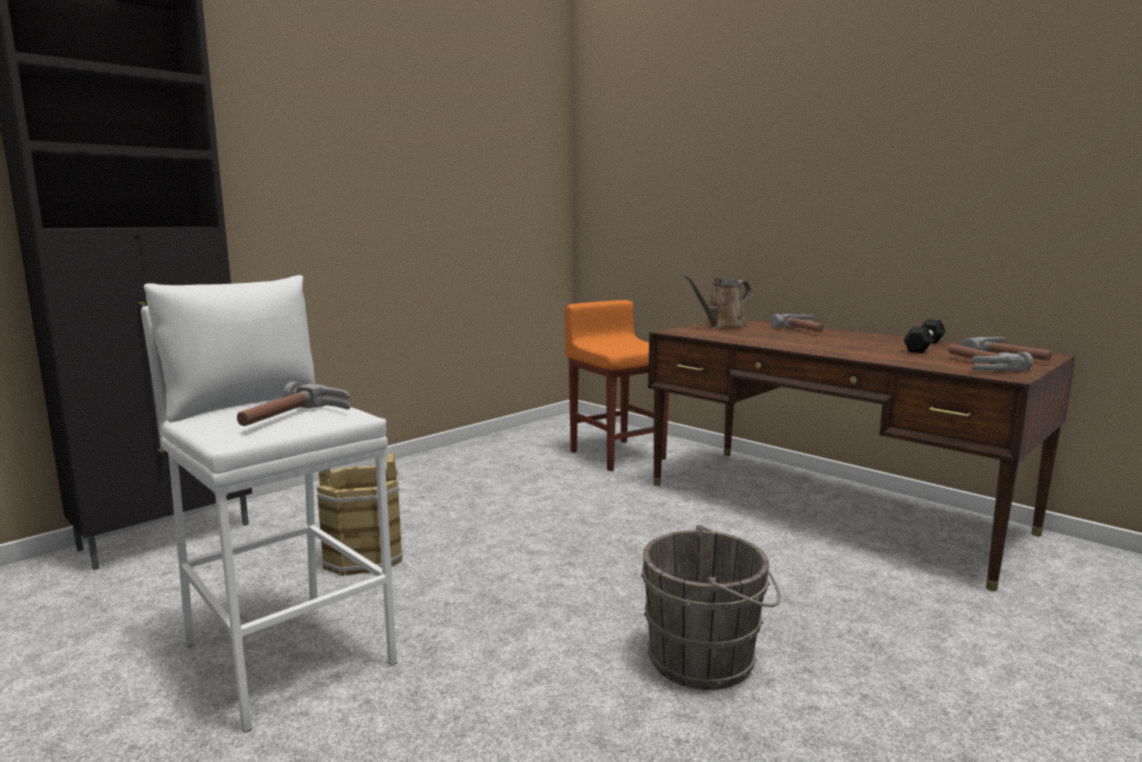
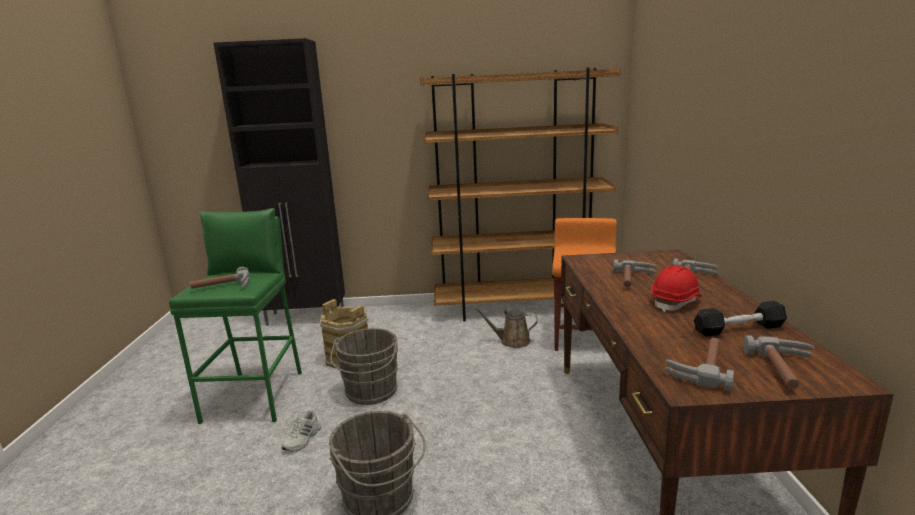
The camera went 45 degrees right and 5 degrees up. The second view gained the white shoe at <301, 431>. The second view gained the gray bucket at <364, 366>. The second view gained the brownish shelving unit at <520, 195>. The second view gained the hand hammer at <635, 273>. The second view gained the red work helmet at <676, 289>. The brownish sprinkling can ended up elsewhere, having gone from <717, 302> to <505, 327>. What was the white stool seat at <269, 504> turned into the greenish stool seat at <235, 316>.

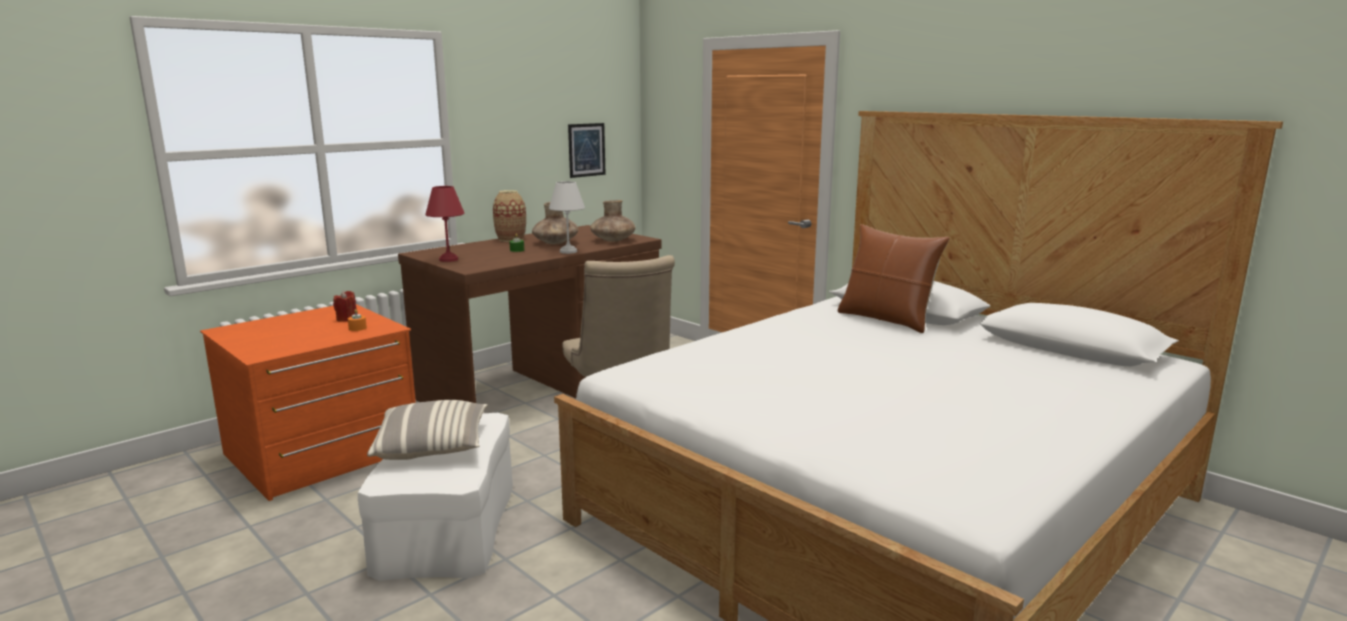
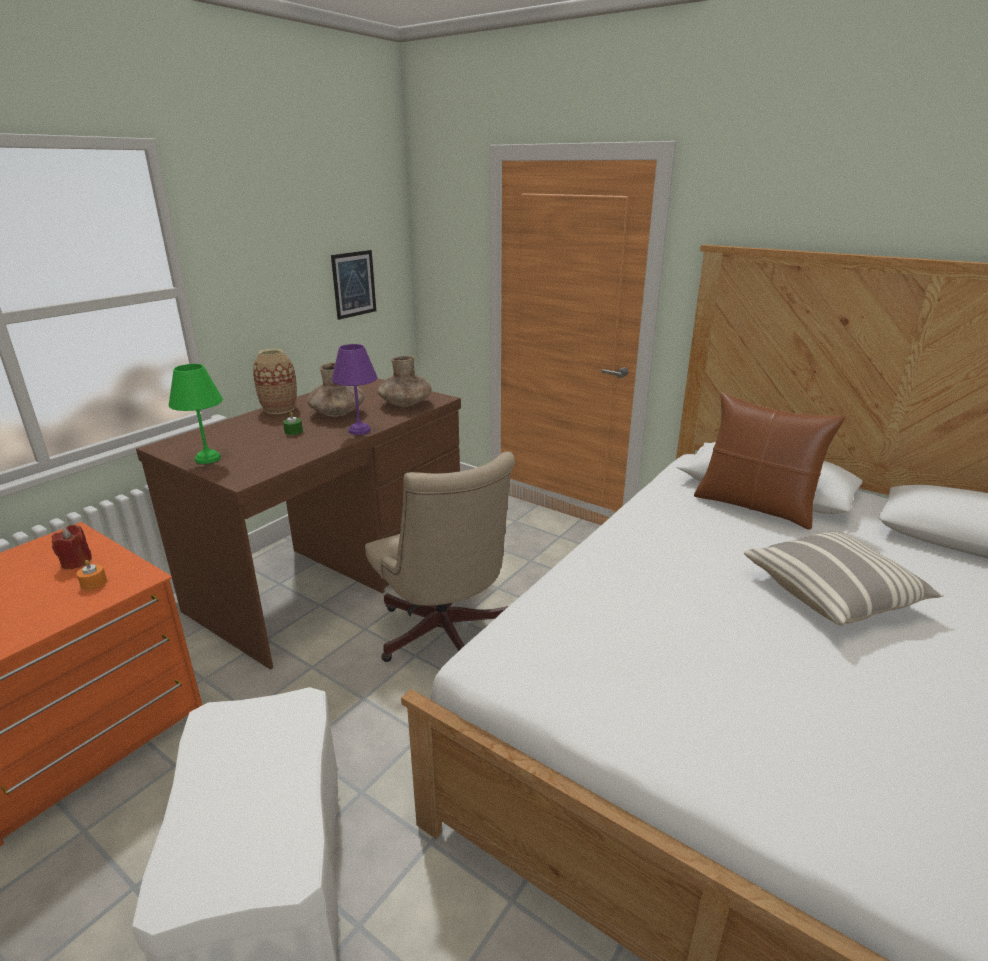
The camera went 10 degrees left and 10 degrees up. The throw pillow ended up elsewhere, having gone from <427, 430> to <844, 578>. What was the red lamp for a table at <445, 224> turned into the greenish lamp for a table at <196, 414>. What was the white lamp for a table at <567, 217> turned into the purplish lamp for a table at <355, 389>.

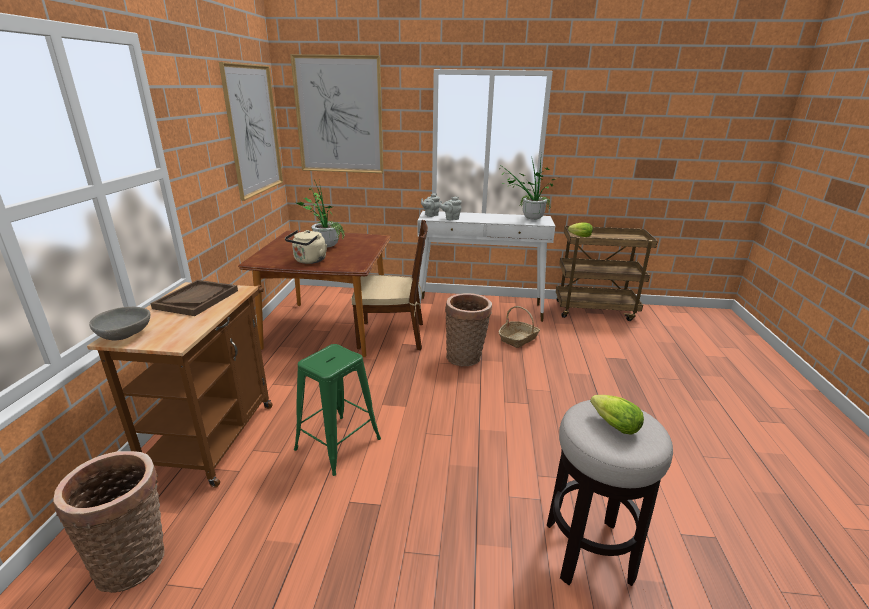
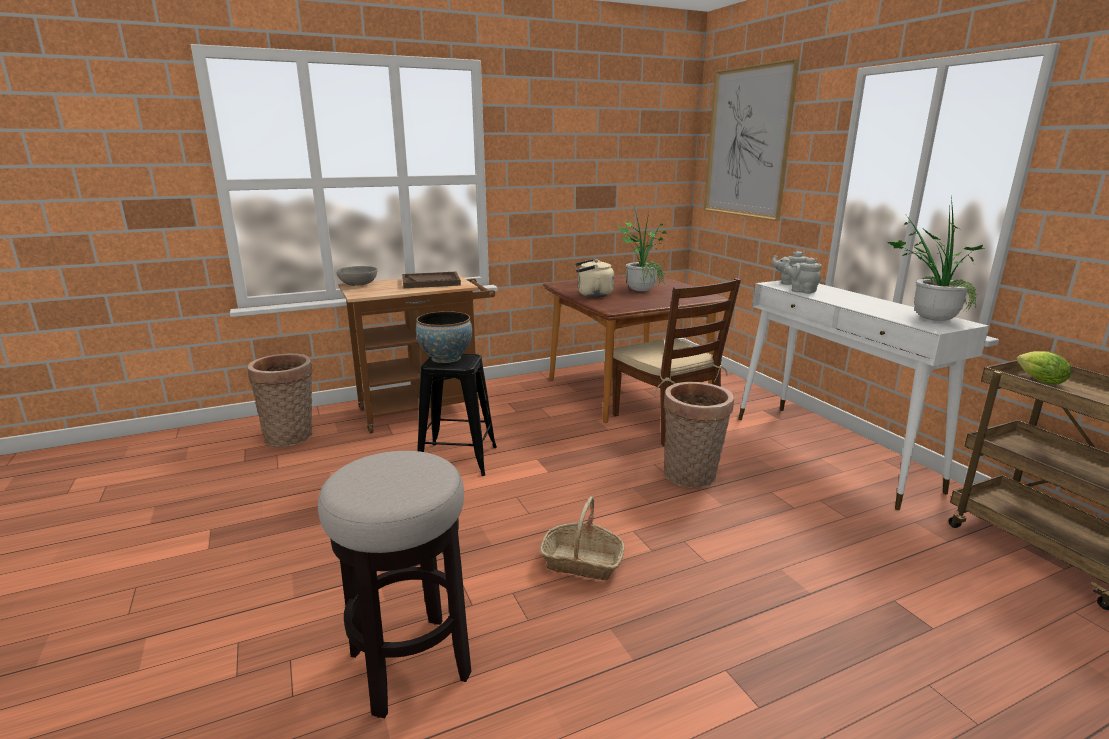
The camera went 60 degrees right and 5 degrees down. The second view lost the picture at <251, 131>. The second view lost the lettuce head at <617, 415>. The second view gained the bowl at <444, 337>. The basket ended up elsewhere, having gone from <519, 327> to <582, 538>. What was the greenish stool seat at <337, 410> turned into the black stool seat at <457, 415>.

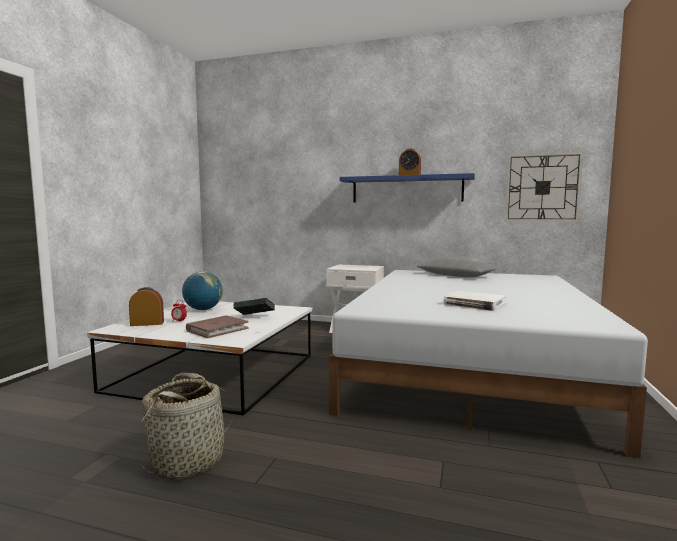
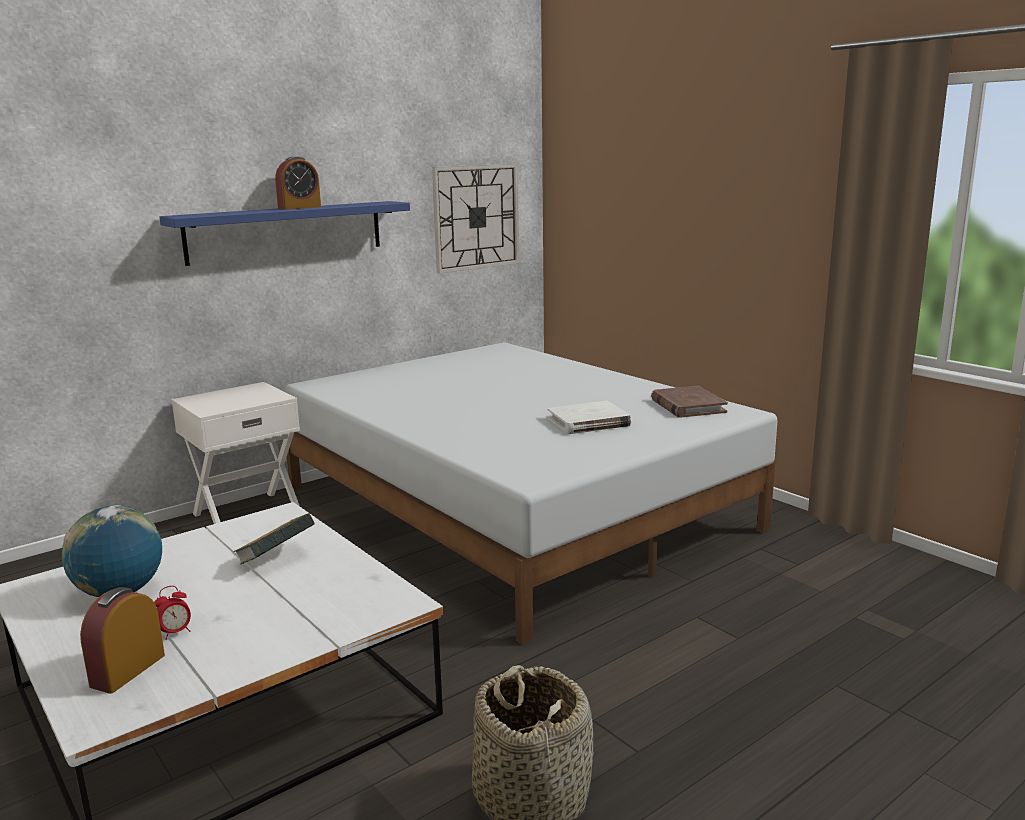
The camera went 55 degrees left and 10 degrees up. The second view lost the gray throw pillow at <456, 268>. The brownish volume ended up elsewhere, having gone from <217, 327> to <689, 402>.

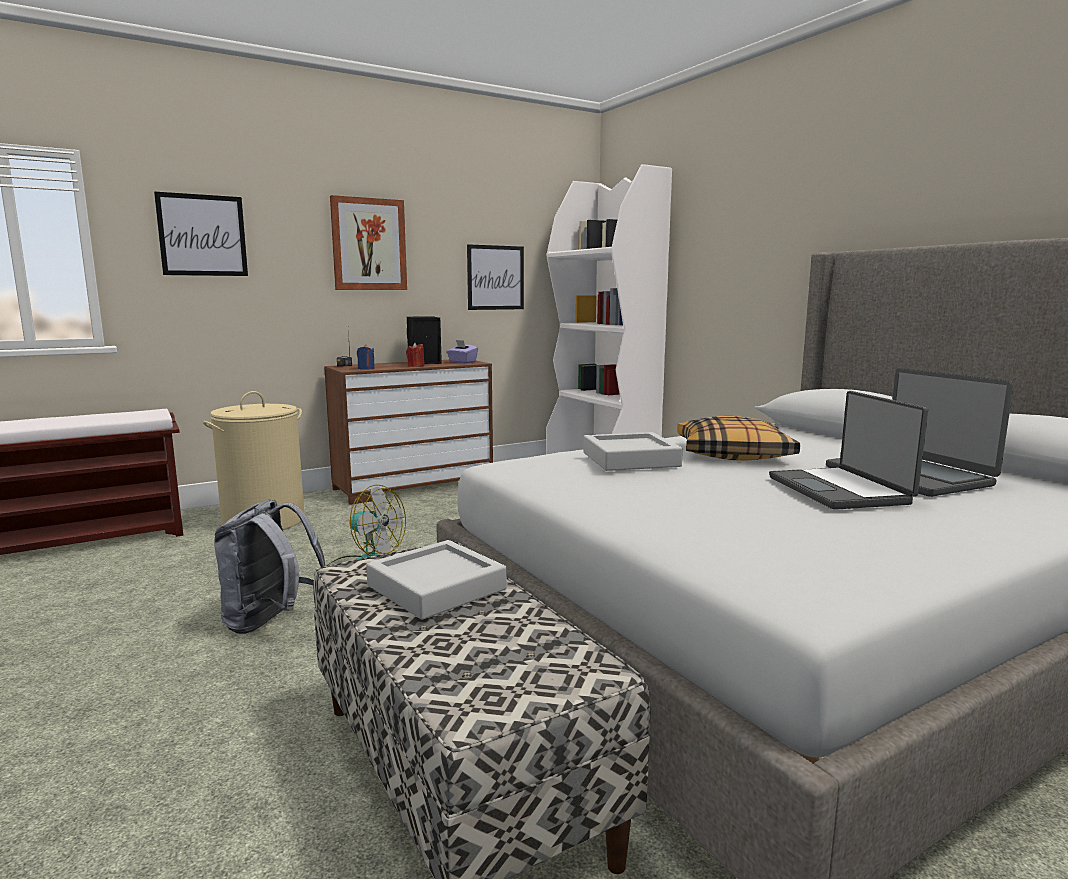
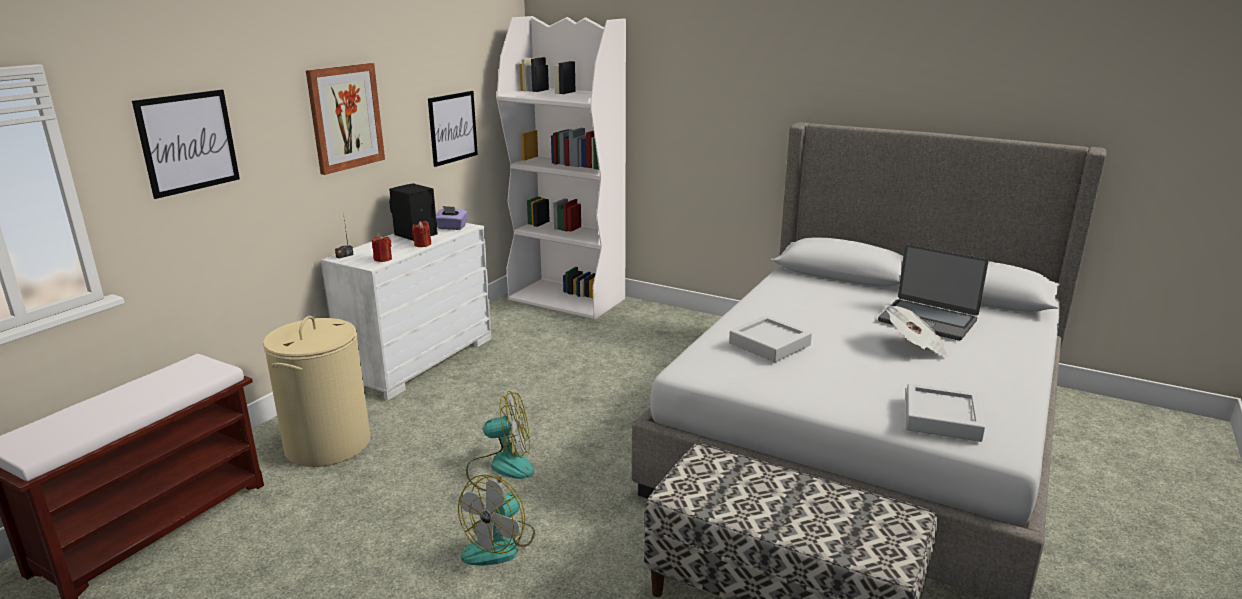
The camera went 30 degrees left and 10 degrees up. The second view lost the throw pillow at <738, 438>. The gray serving tray ended up elsewhere, having gone from <436, 580> to <945, 413>. Where the gray knapsack stood at <269, 566>, the electric fan came to stand at <496, 520>. Where the notebook computer stood at <848, 450>, the daily paper came to stand at <916, 331>. What was the brownish dresser at <408, 432> turned into the white dresser at <406, 311>. What was the blue wax candle at <366, 357> turned into the red wax candle at <382, 248>.

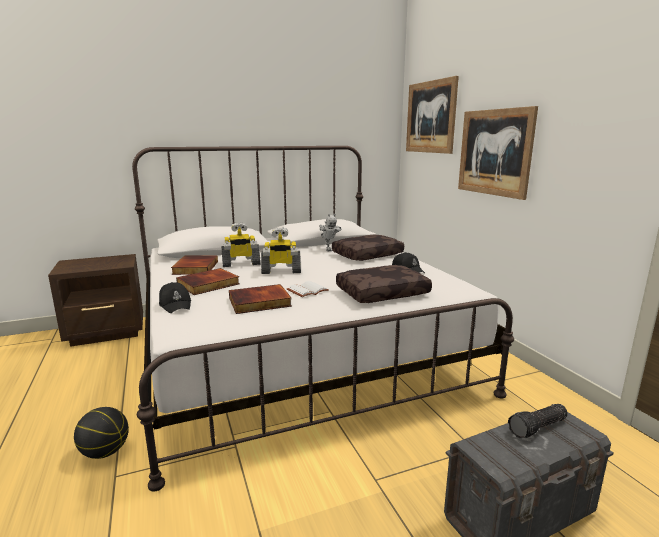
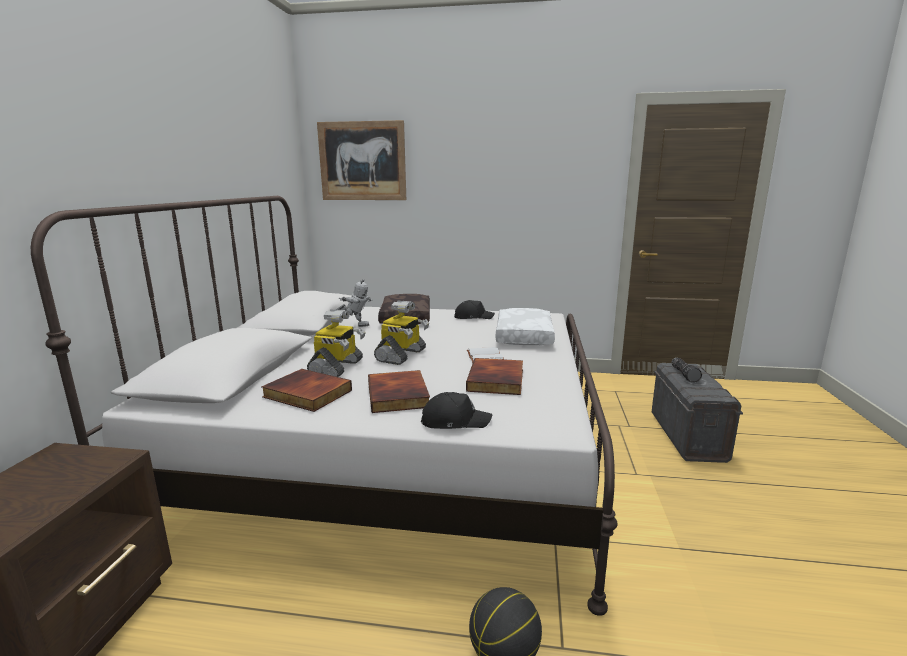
The camera went 60 degrees left and 0 degrees up. The second view lost the picture at <498, 153>. What was the brownish throw pillow at <384, 284> turned into the white throw pillow at <525, 326>.

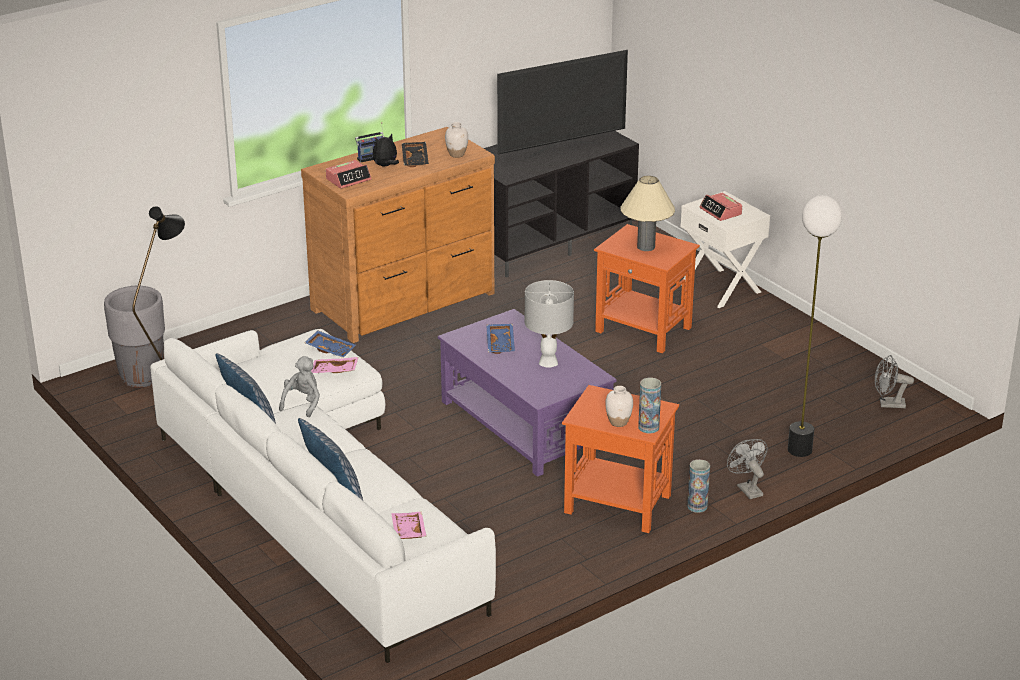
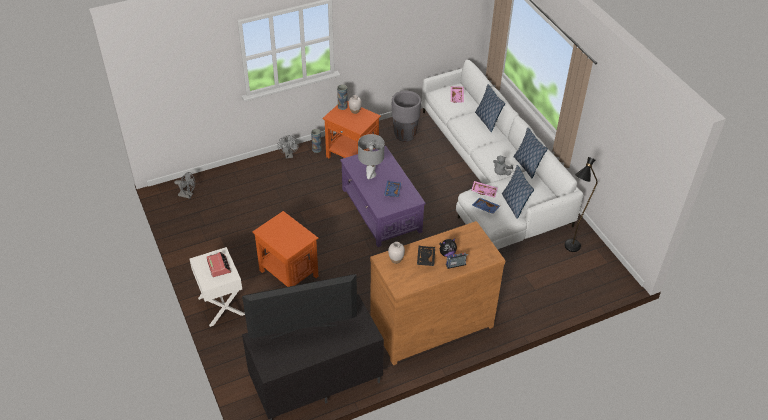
The camera went 170 degrees left and 15 degrees up. The second view lost the bedside clock at <348, 174>. The second view lost the beige-coloured lamp for a table at <647, 213>. The second view lost the floor lamp at <815, 326>. The second view gained the throw pillow at <518, 192>. The gray plant pot ended up elsewhere, having gone from <134, 337> to <406, 116>.

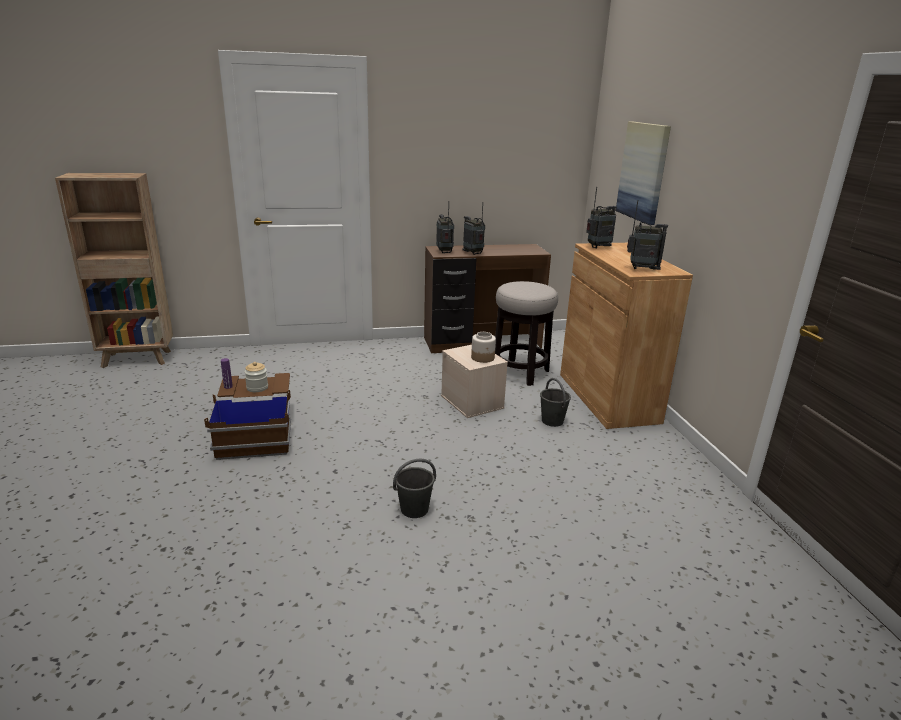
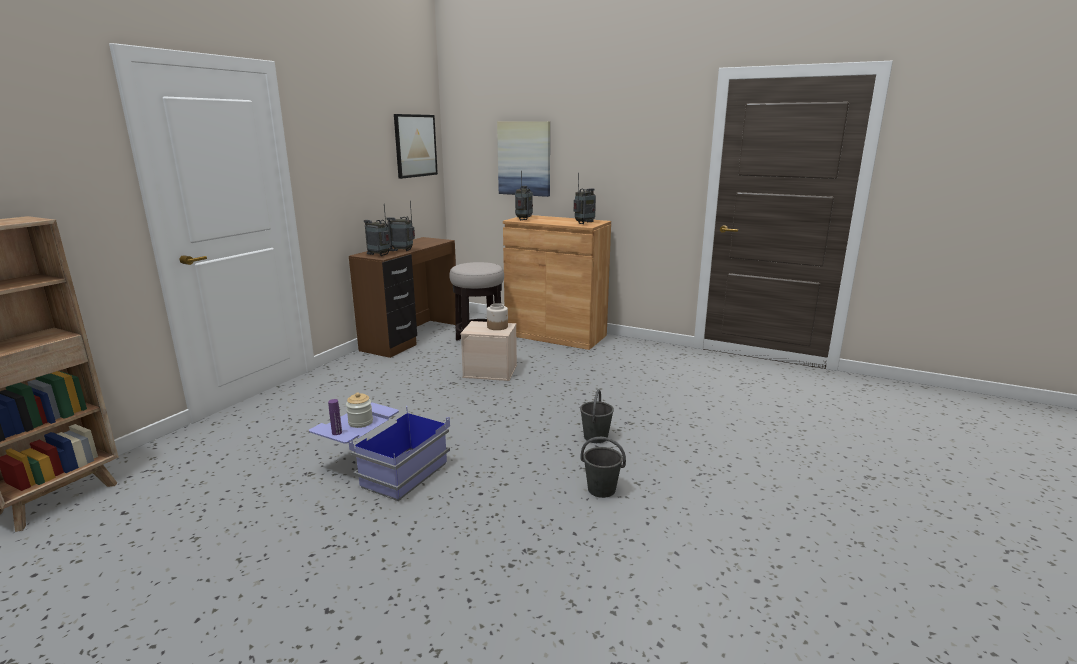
The camera went 50 degrees left and 5 degrees down. The second view gained the picture at <416, 146>. The gray bucket ended up elsewhere, having gone from <555, 402> to <603, 467>. What was the brownish storage container at <247, 416> turned into the blue storage container at <379, 451>.

